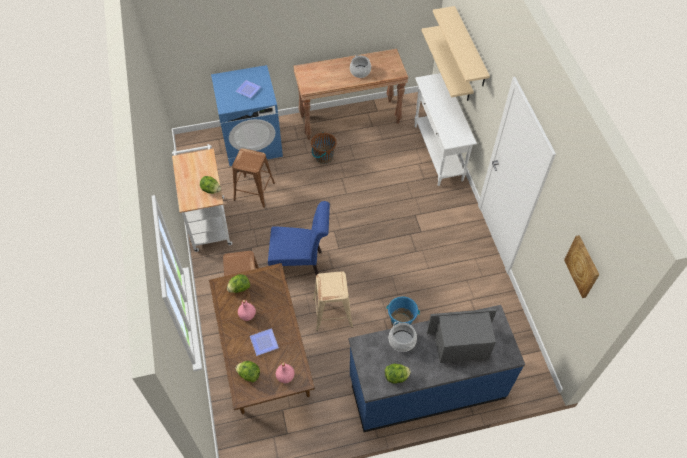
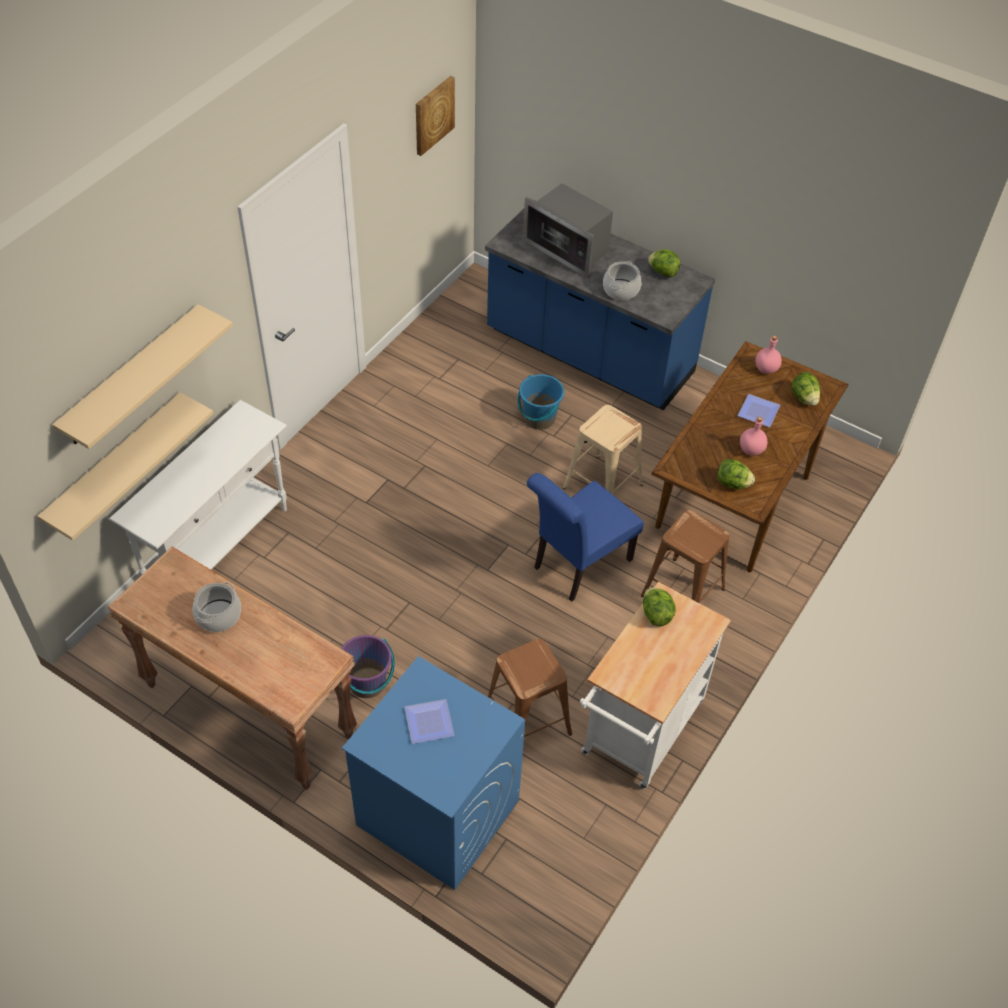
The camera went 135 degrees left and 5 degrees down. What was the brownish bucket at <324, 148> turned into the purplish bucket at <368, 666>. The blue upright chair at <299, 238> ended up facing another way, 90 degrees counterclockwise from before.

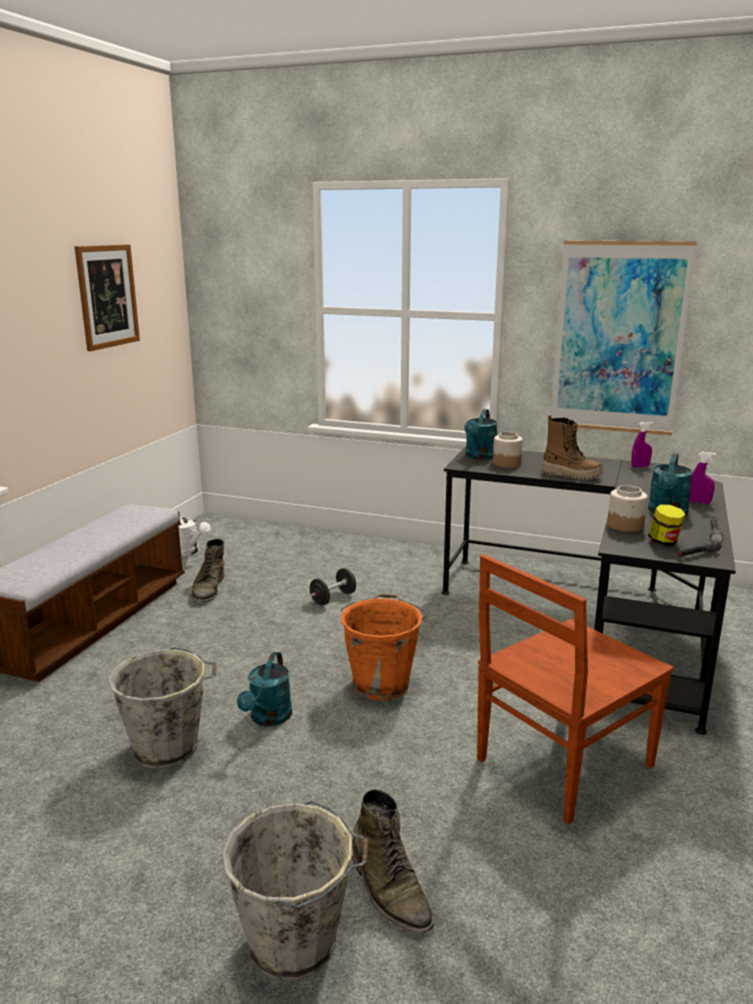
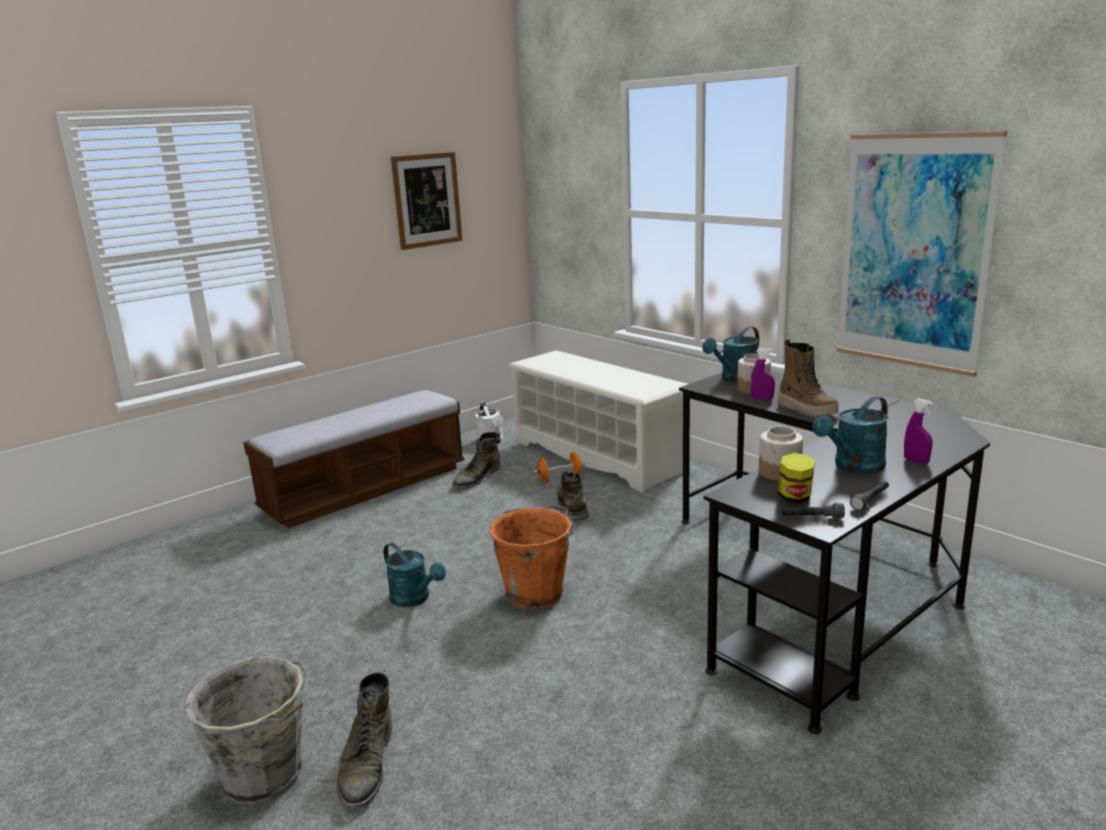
The camera went 30 degrees right and 0 degrees up. The second view lost the gray bucket at <162, 708>. The second view lost the brownish upright chair at <575, 689>. The second view gained the white shoe rack at <598, 421>. The second view gained the orange free weight at <559, 467>. The purplish spray bottle ended up elsewhere, having gone from <642, 444> to <763, 374>. Where the black free weight stood at <333, 587>, the greenish boot came to stand at <572, 496>. The turquoise sprinkling can at <264, 689> ended up facing another way, 90 degrees counterclockwise from before.

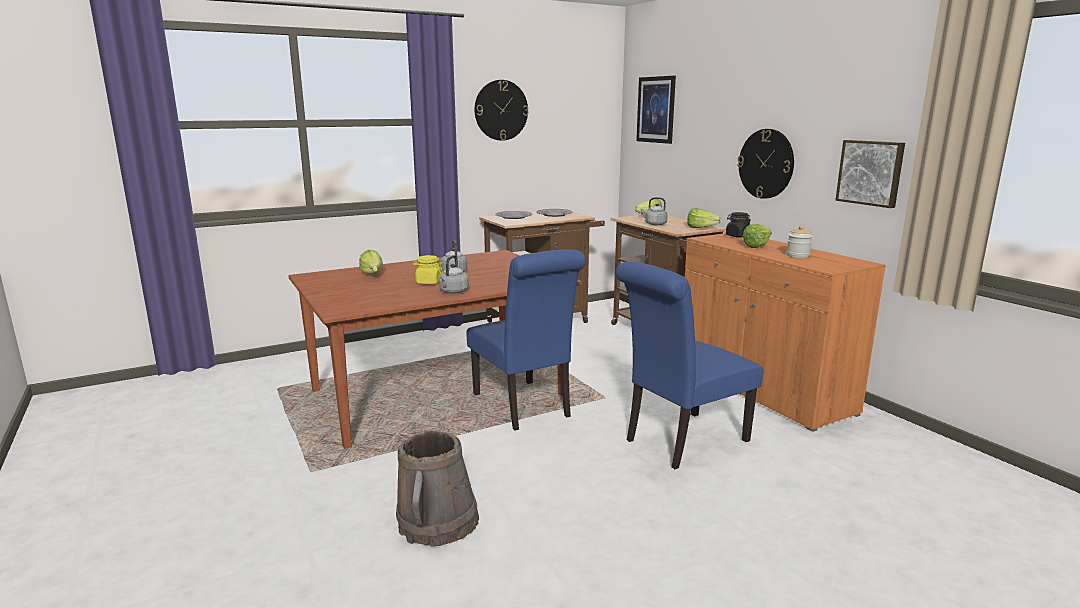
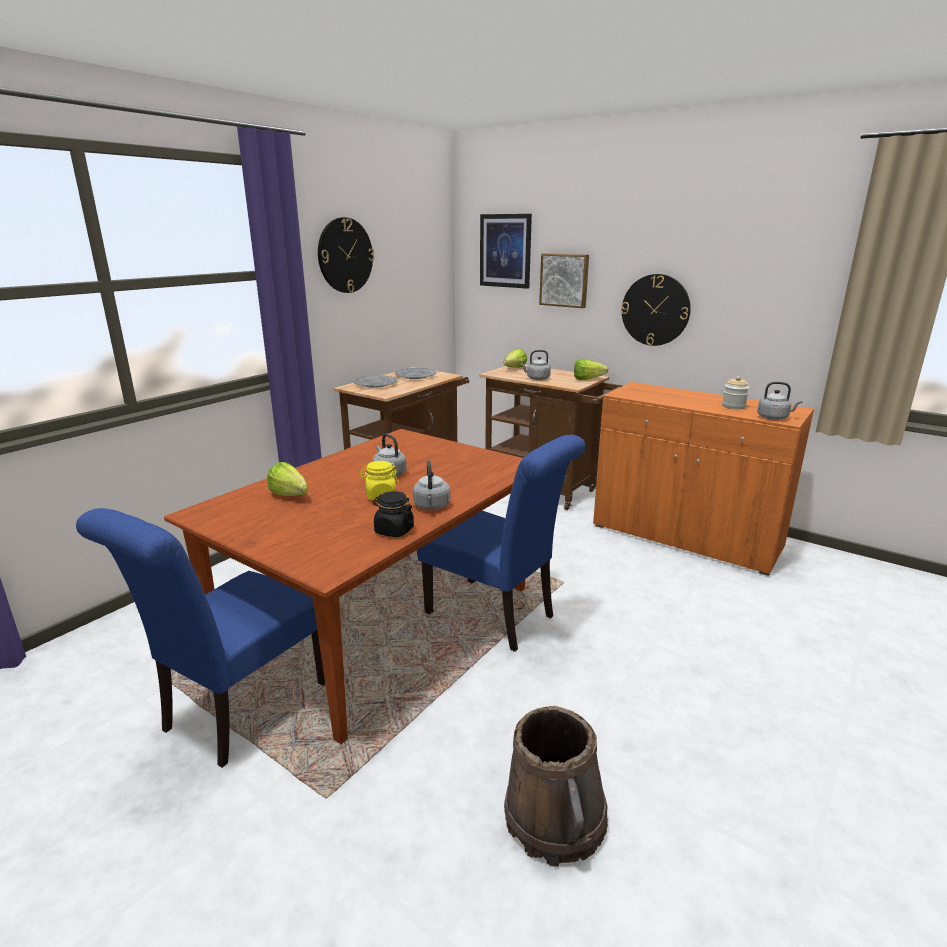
The camera went 25 degrees left and 5 degrees up. The second view lost the lettuce head at <757, 236>. The second view gained the gray kettle at <779, 401>. The blue upright chair ended up elsewhere, having gone from <690, 365> to <200, 638>. The black preserve jar ended up elsewhere, having gone from <738, 224> to <393, 514>. The picture ended up elsewhere, having gone from <870, 174> to <564, 280>.

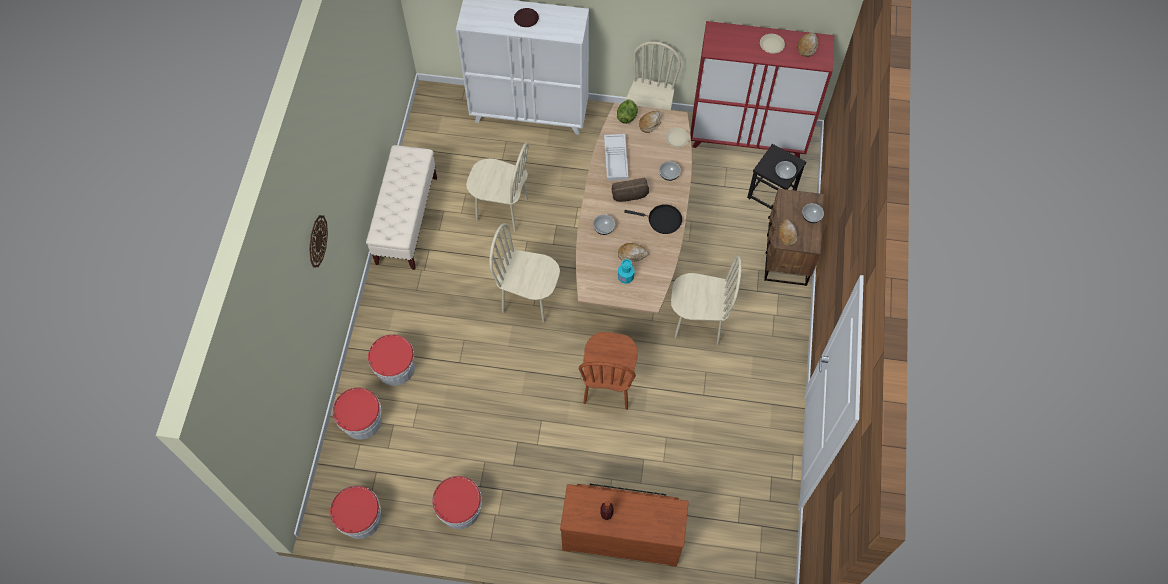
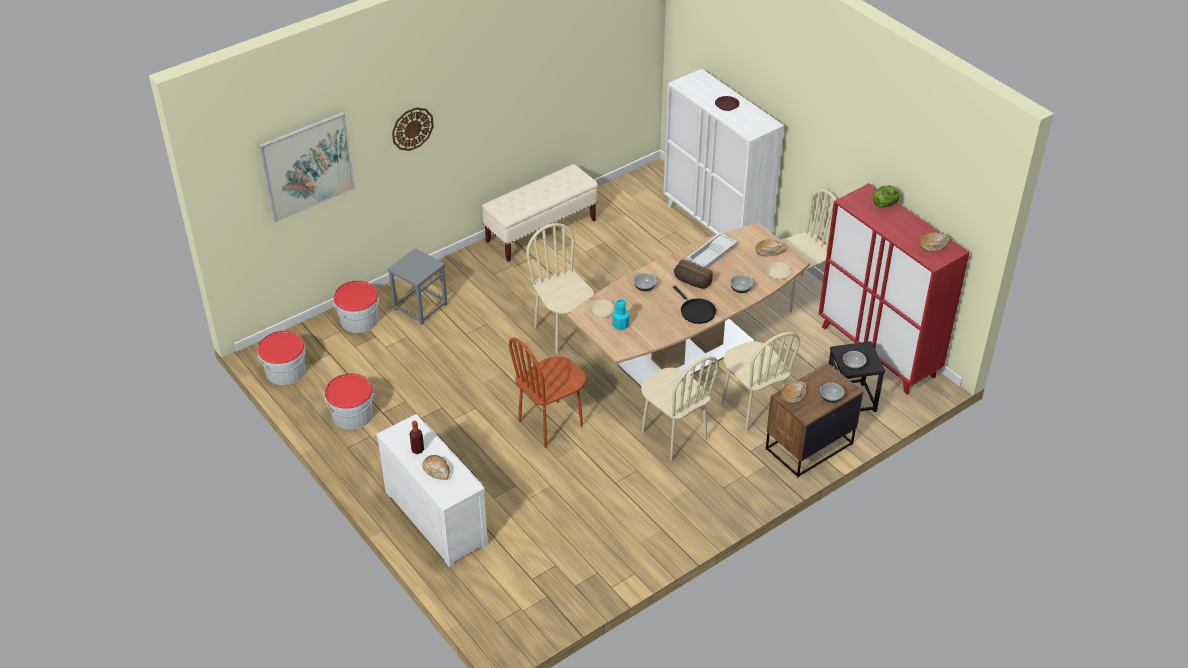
The camera went 45 degrees right and 20 degrees down. The second view gained the picture at <306, 167>. The beige-coloured upright chair ended up elsewhere, having gone from <497, 187> to <761, 382>. The lettuce head ended up elsewhere, having gone from <627, 111> to <886, 196>. The bread ended up elsewhere, having gone from <633, 252> to <436, 467>. The beige-coloured flat dish ended up elsewhere, having gone from <772, 43> to <601, 308>. Where the bucket stood at <391, 360>, the gray stool seat came to stand at <417, 286>. What was the brownish dresser at <624, 525> turned into the white dresser at <432, 490>.

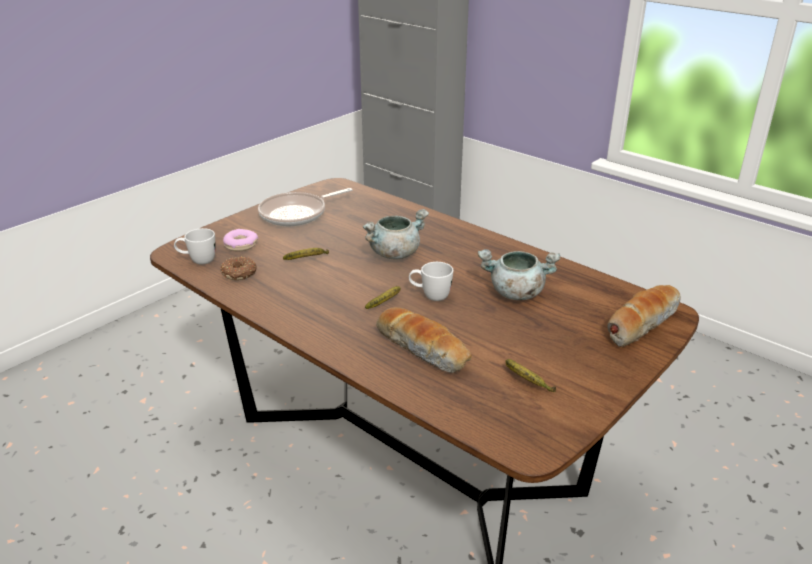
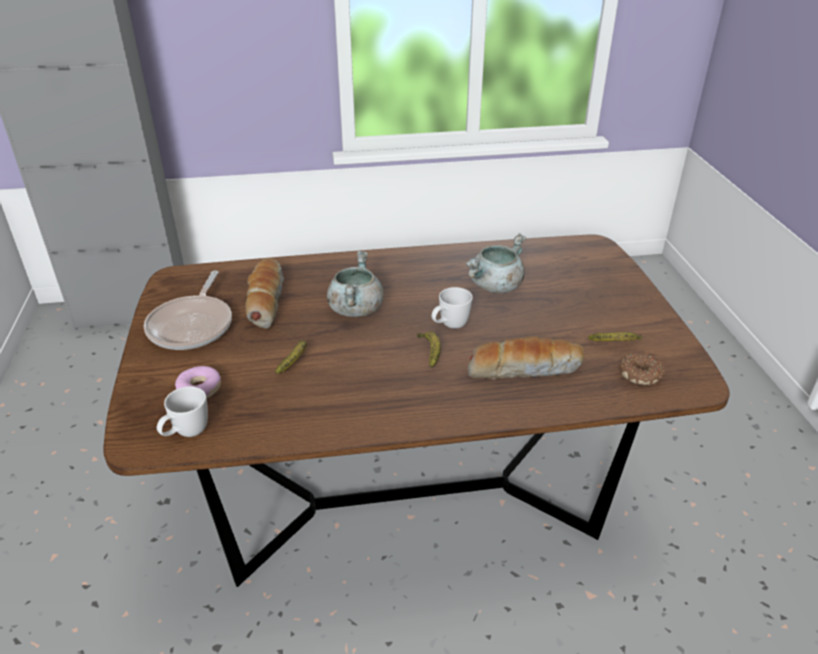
The camera went 50 degrees left and 5 degrees up. The ring doughnut ended up elsewhere, having gone from <239, 268> to <642, 369>. The bread ended up elsewhere, having gone from <644, 316> to <264, 293>.

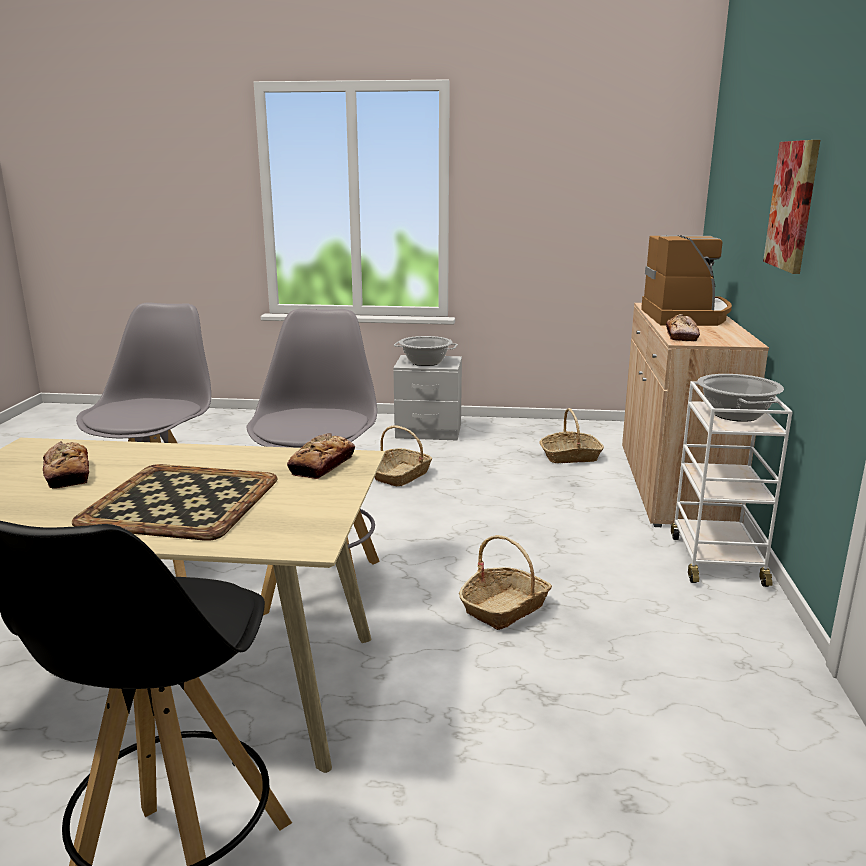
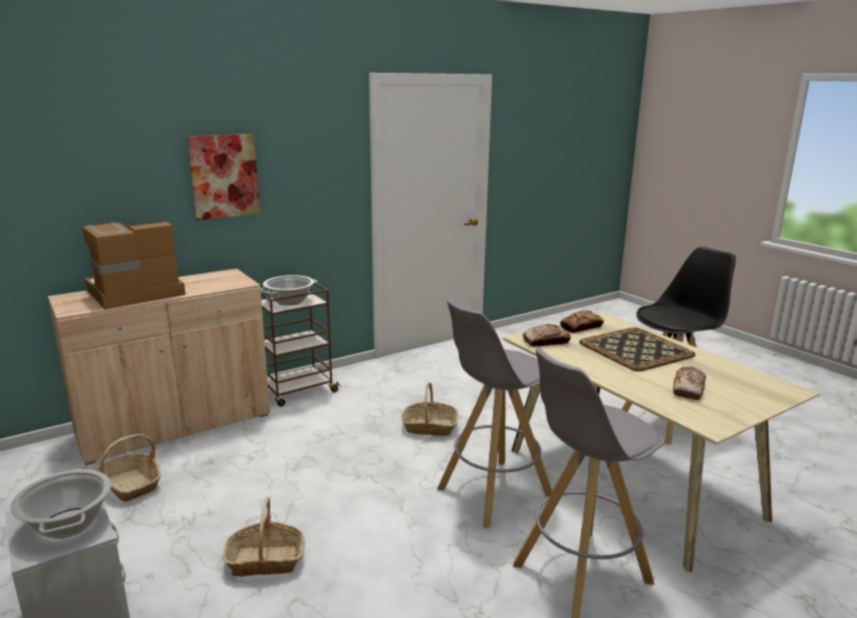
The camera went 130 degrees left and 0 degrees up. The bread ended up elsewhere, having gone from <683, 327> to <582, 321>. What was the white cart at <732, 484> turned into the brownish cart at <300, 344>.

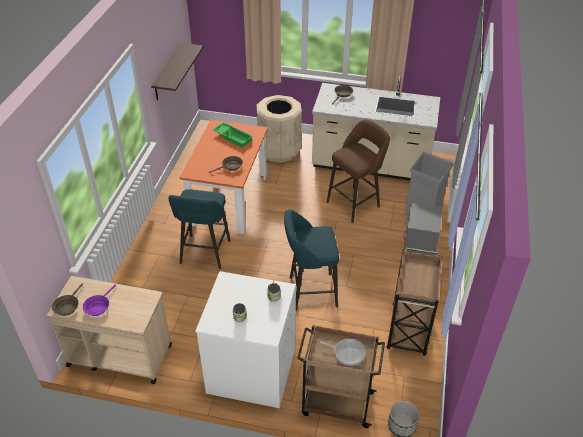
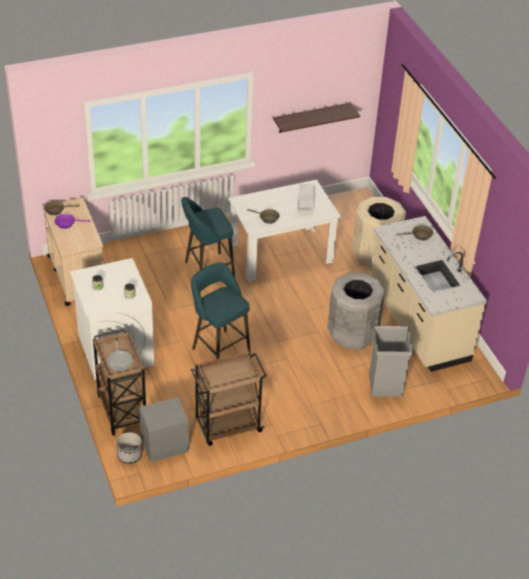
The camera went 55 degrees right and 0 degrees up. The gray nightstand ended up elsewhere, having gone from <422, 229> to <164, 429>. Where the brownish stool seat stood at <358, 171>, the gray trash can came to stand at <356, 311>. What was the orange dinner table at <224, 177> turned into the white dinner table at <284, 231>. What was the greenish serving tray at <232, 135> turned into the white serving tray at <306, 200>.

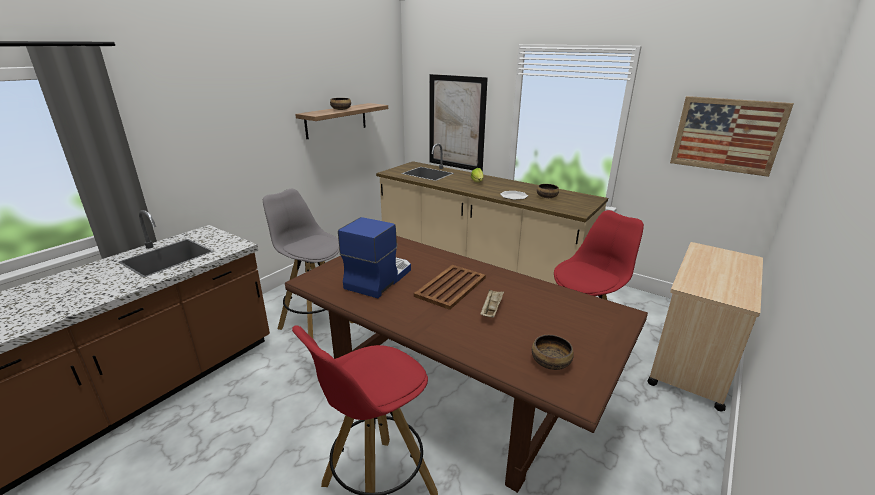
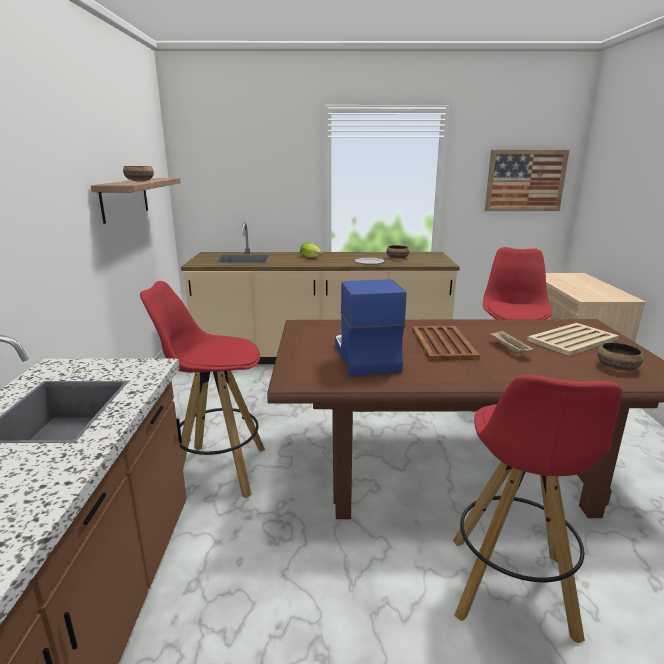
The camera went 35 degrees left and 5 degrees down. The second view lost the picture at <459, 123>. The second view gained the beige-coloured serving tray at <573, 339>. What was the gray stool seat at <308, 263> turned into the red stool seat at <202, 389>.

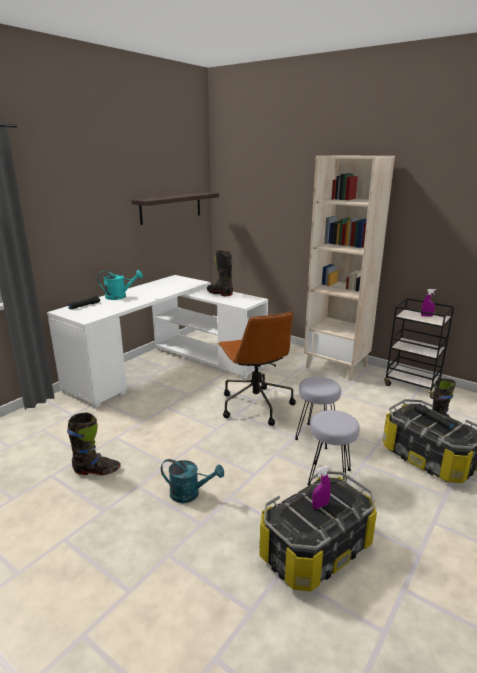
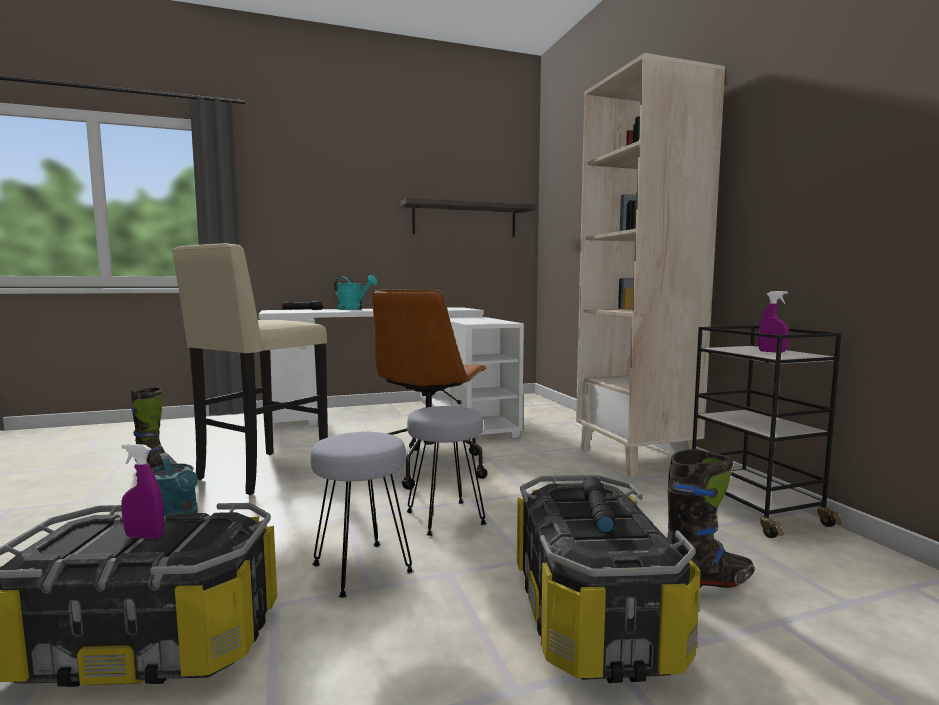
The camera went 35 degrees right and 15 degrees down. The second view lost the black boot at <220, 273>. The second view gained the beige-coloured stool seat at <250, 369>.

